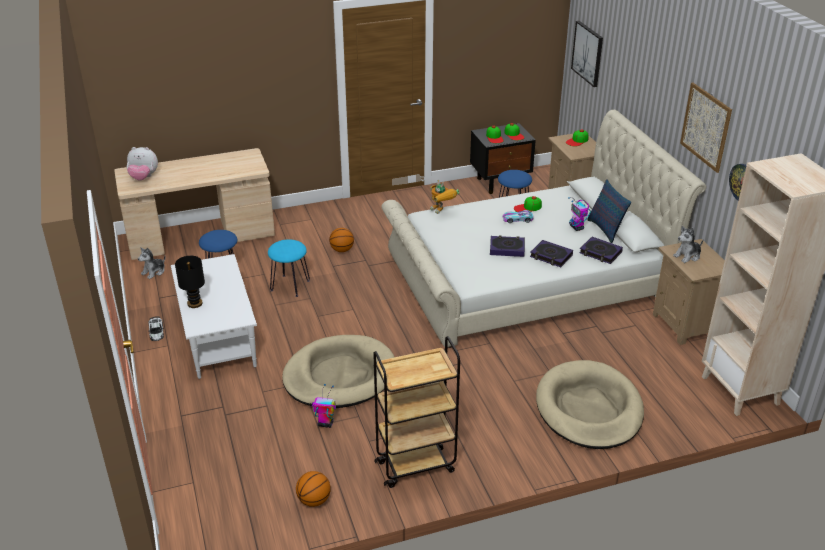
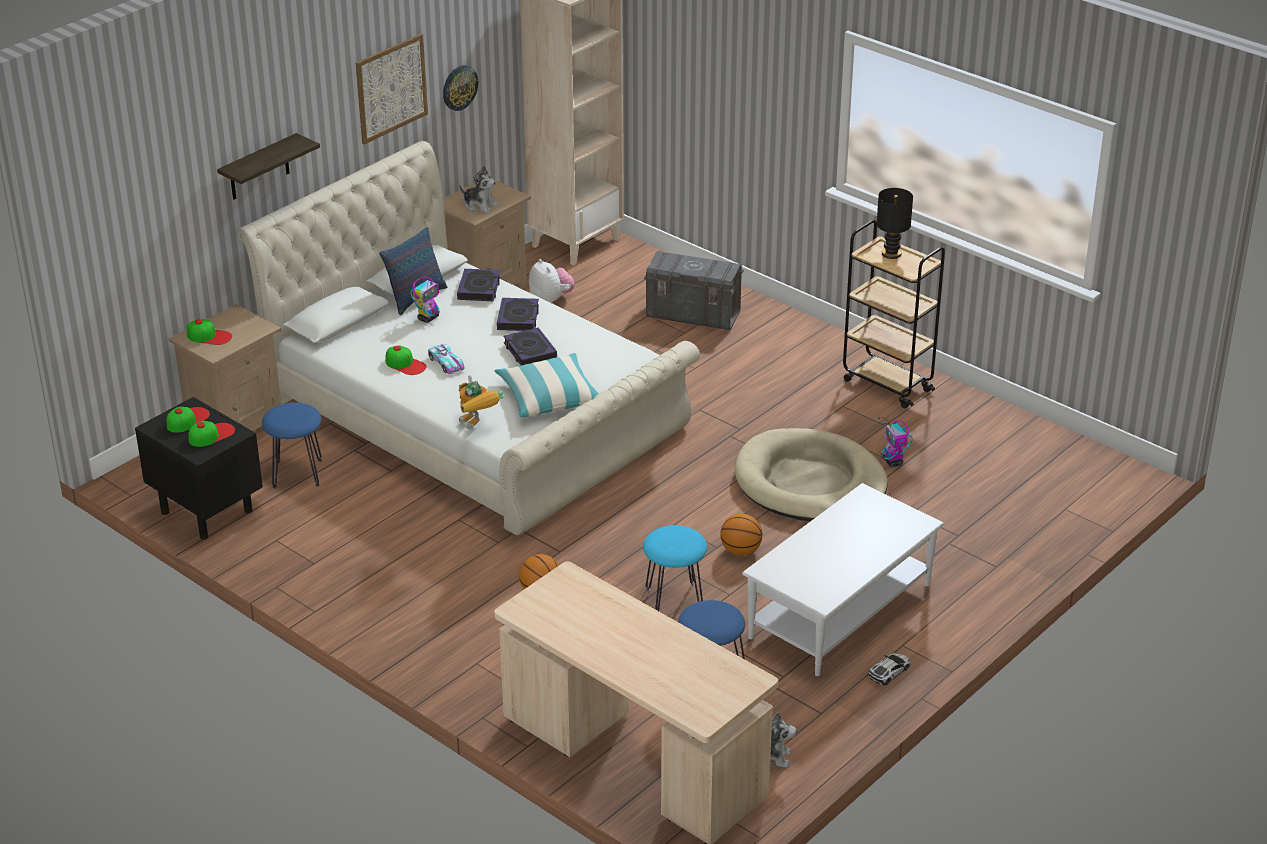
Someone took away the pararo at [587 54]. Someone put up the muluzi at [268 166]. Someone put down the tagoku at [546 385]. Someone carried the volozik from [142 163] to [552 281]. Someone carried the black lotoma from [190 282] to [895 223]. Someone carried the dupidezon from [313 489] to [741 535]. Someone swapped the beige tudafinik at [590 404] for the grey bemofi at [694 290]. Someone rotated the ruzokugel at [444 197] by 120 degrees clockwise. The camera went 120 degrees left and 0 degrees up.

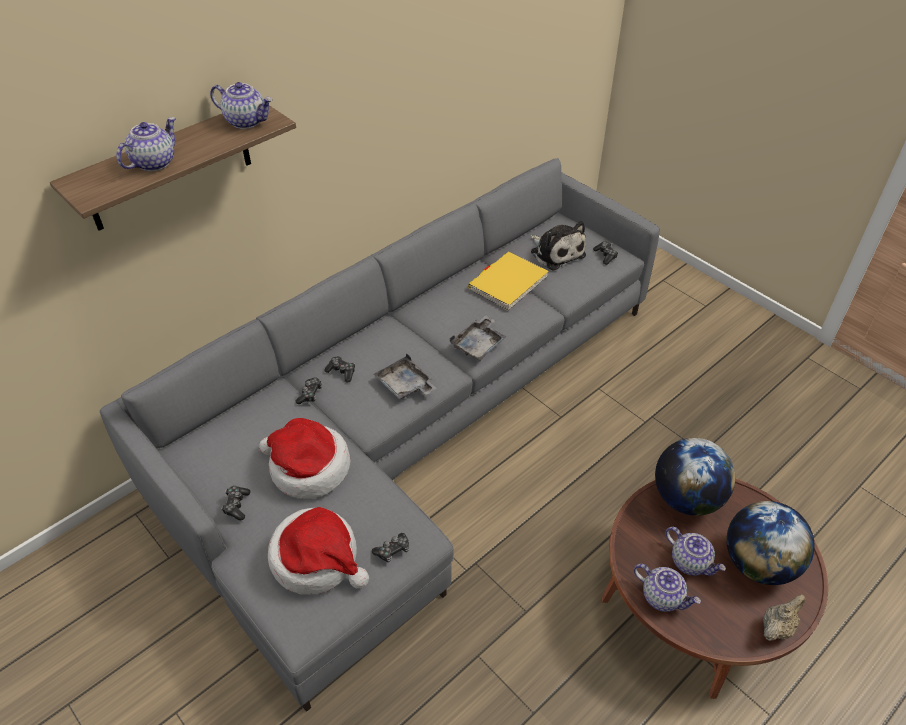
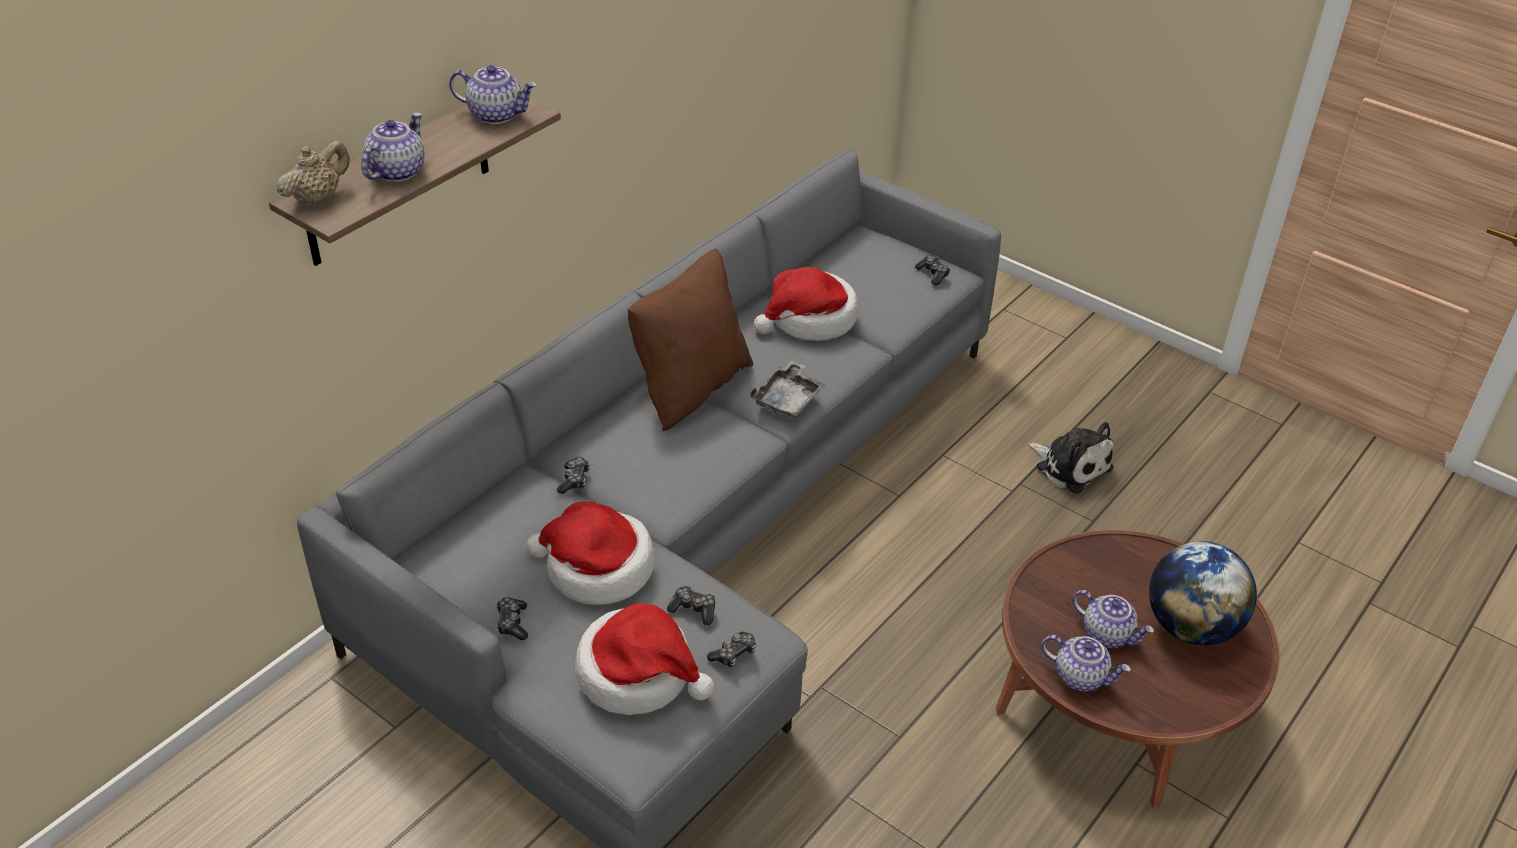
Someone took away the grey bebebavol at [405 376]. Someone took away the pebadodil at [695 477]. Someone put down the brown tagoku at [690 340]. Someone carried the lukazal from [339 369] to [691 605]. Someone carried the volozik from [558 246] to [1071 458]. Someone carried the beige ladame from [784 617] to [313 173]. Someone swapped the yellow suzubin at [508 281] for the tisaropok at [806 304]. The camera went 10 degrees left and 5 degrees down.

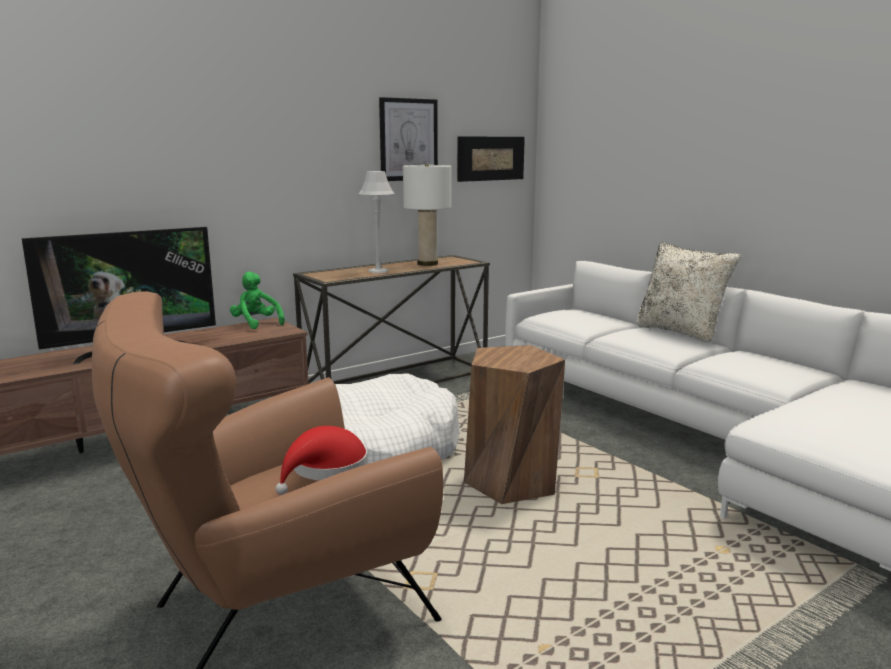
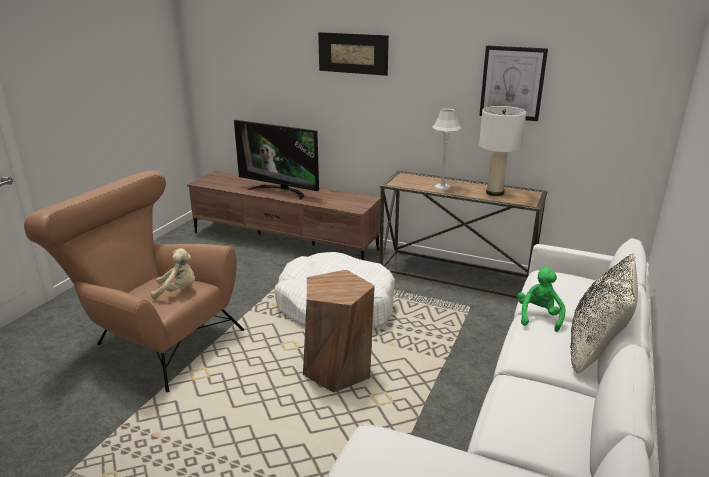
Someone carried the green volozik from [257 300] to [541 299]. Someone carried the pararo from [491 159] to [353 54]. Someone swapped the red tisaropok at [321 460] for the beige volozik at [173 274]. The camera went 60 degrees right and 10 degrees up.

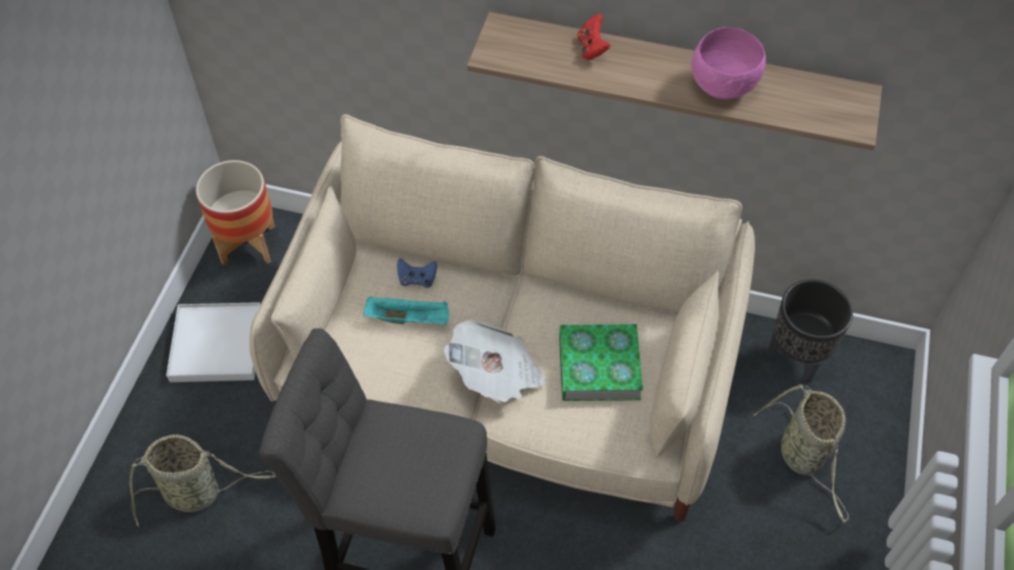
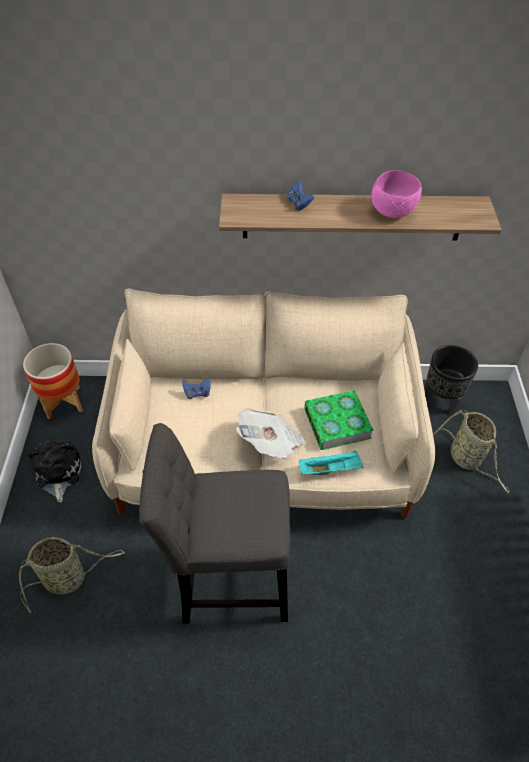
Someone carried the turquoise bebebavol from [406 310] to [331 463]. Someone swapped the white bebebavol at [213 342] for the volozik at [54 471]. Someone repainted the red lukazal at [594 37], which became the blue lukazal at [300 195]. The camera went 15 degrees left and 5 degrees down.

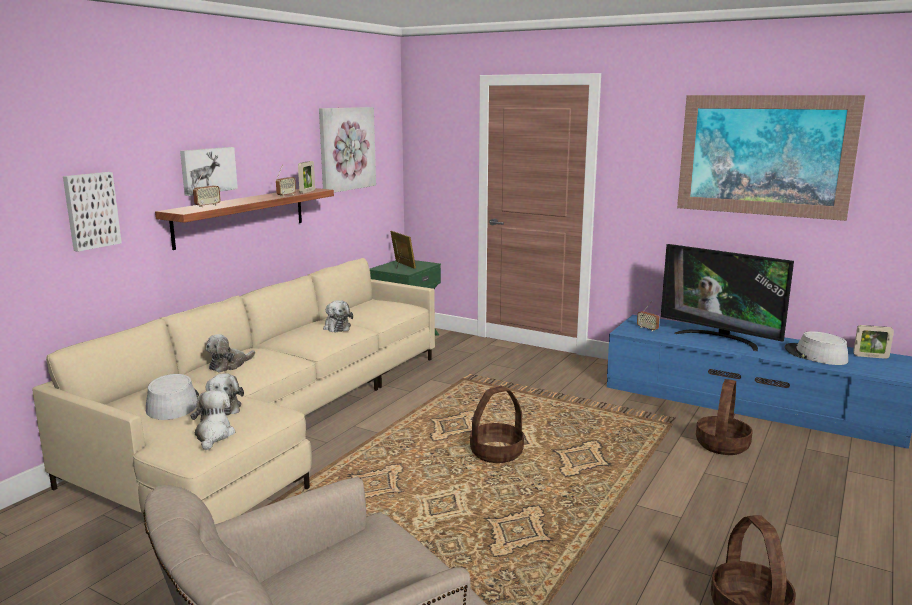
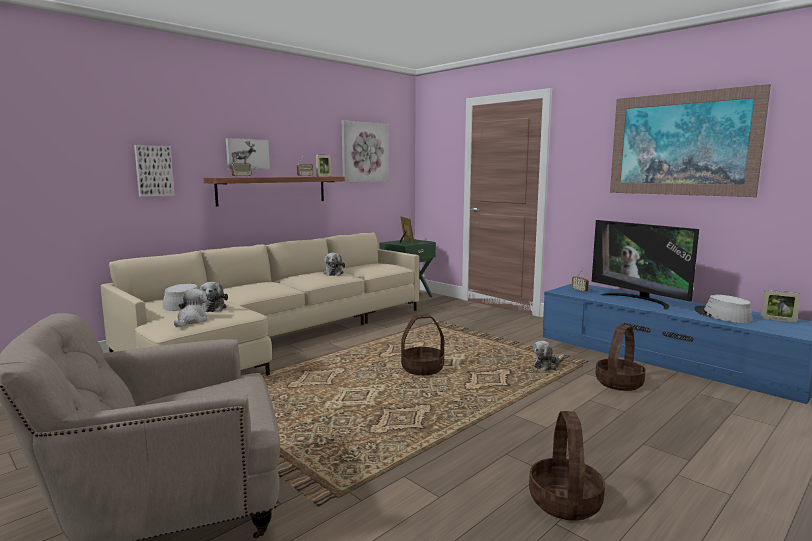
Someone carried the volozik from [230 353] to [548 356]. The camera went 15 degrees right and 5 degrees down.

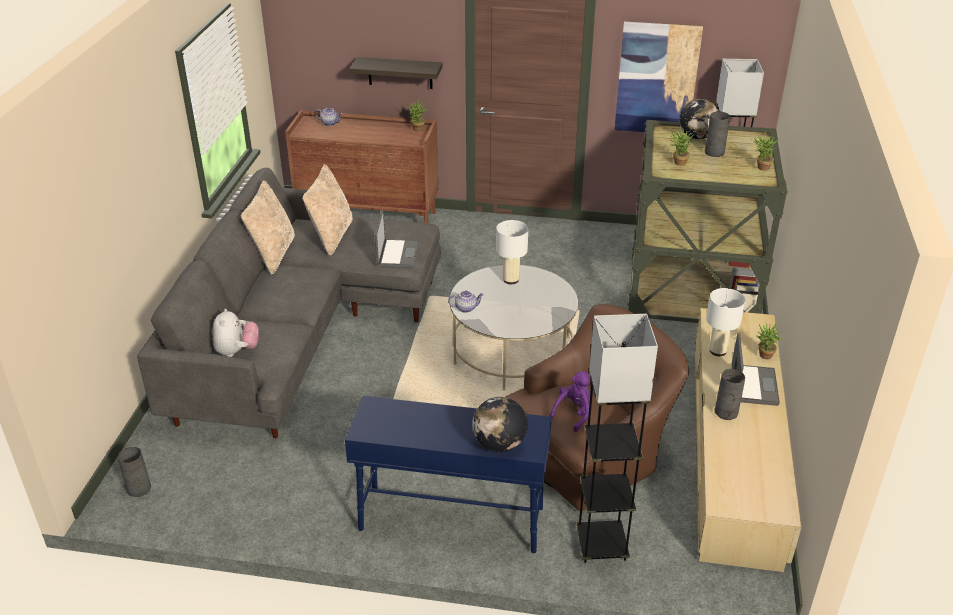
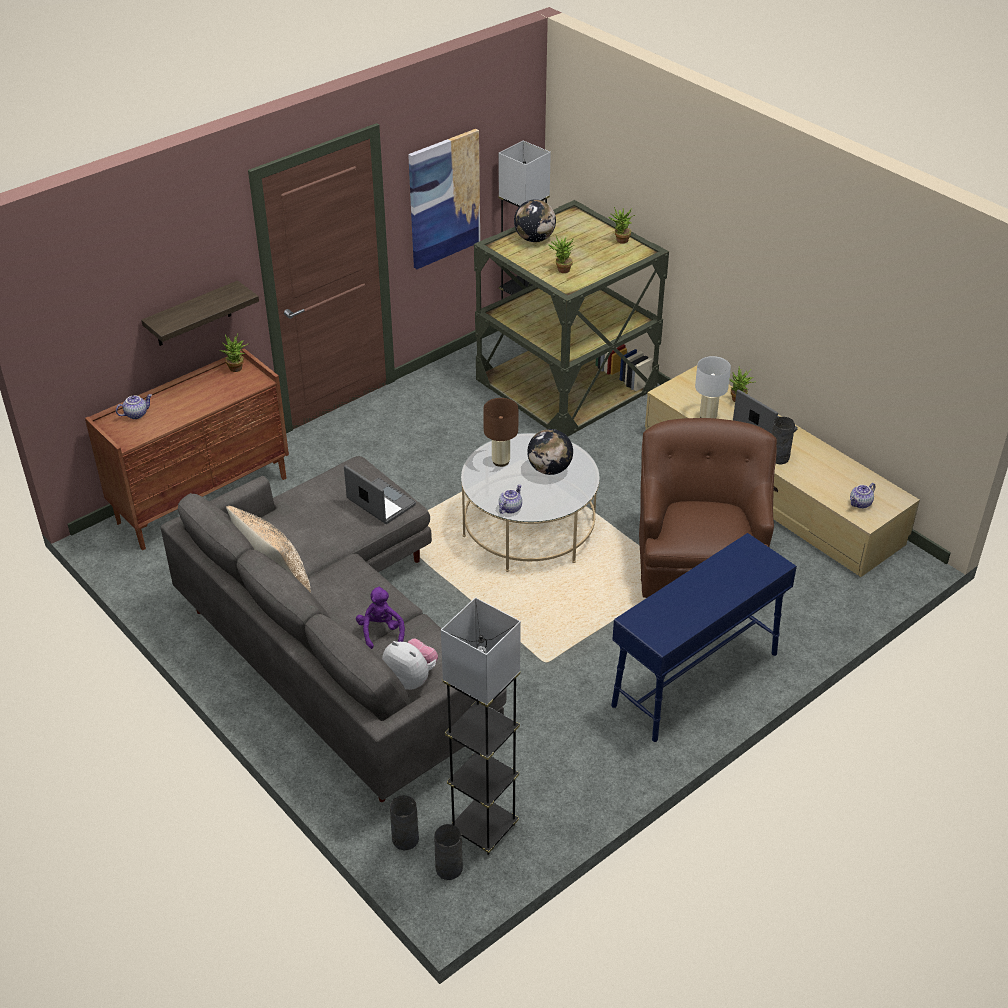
Someone took away the beige tagoku at [328 209]. Someone put down the ladame at [862 496]. Someone carried the pebadodil from [500 424] to [550 452]. Someone carried the purple volozik from [570 401] to [380 617]. Someone carried the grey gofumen from [617 438] to [481 726]. Someone carried the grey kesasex from [717 134] to [404 822]. Someone repainted the white lotoma at [512 252], which became the brown lotoma at [500 432]. The camera went 50 degrees left and 5 degrees up.

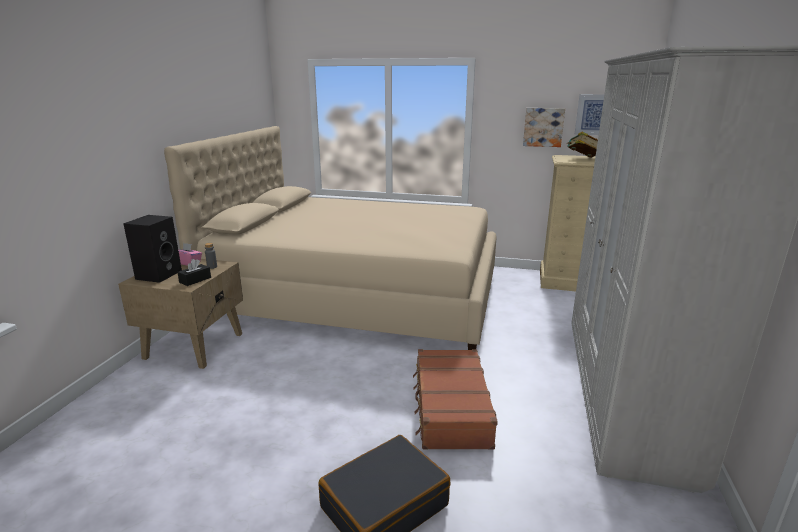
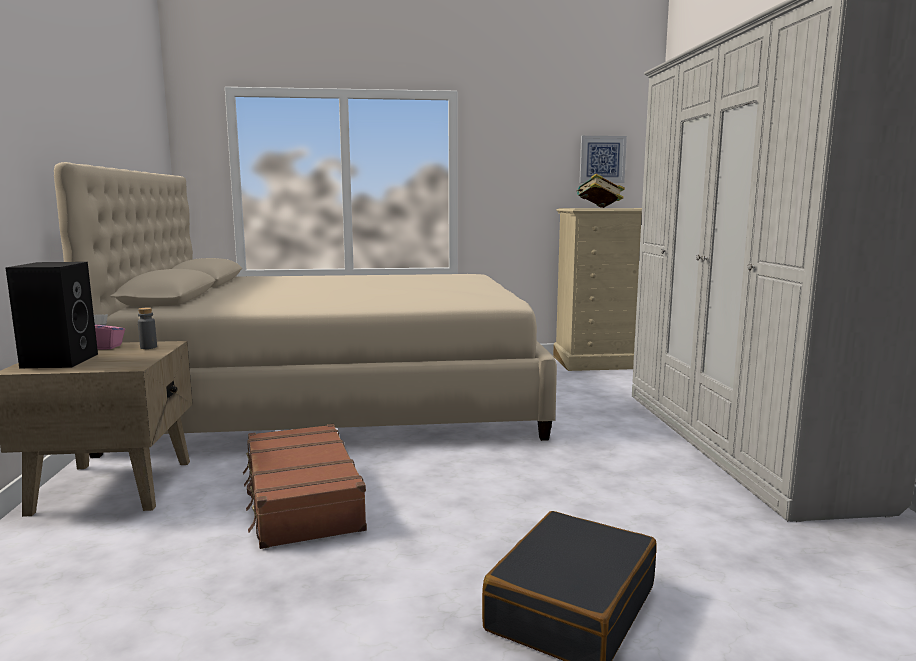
Someone took away the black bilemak at [194 272]. Someone took away the pararo at [544 127]. Someone carried the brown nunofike from [455 399] to [305 486]. The camera went 20 degrees left and 10 degrees down.

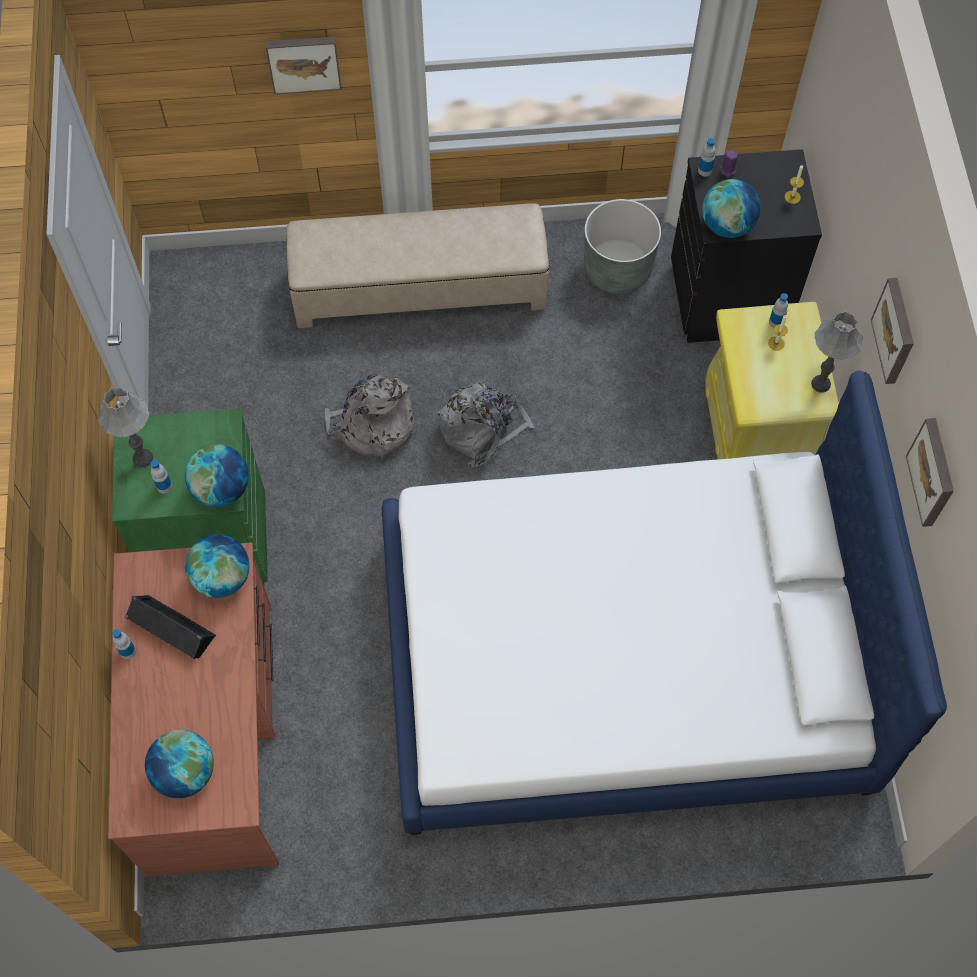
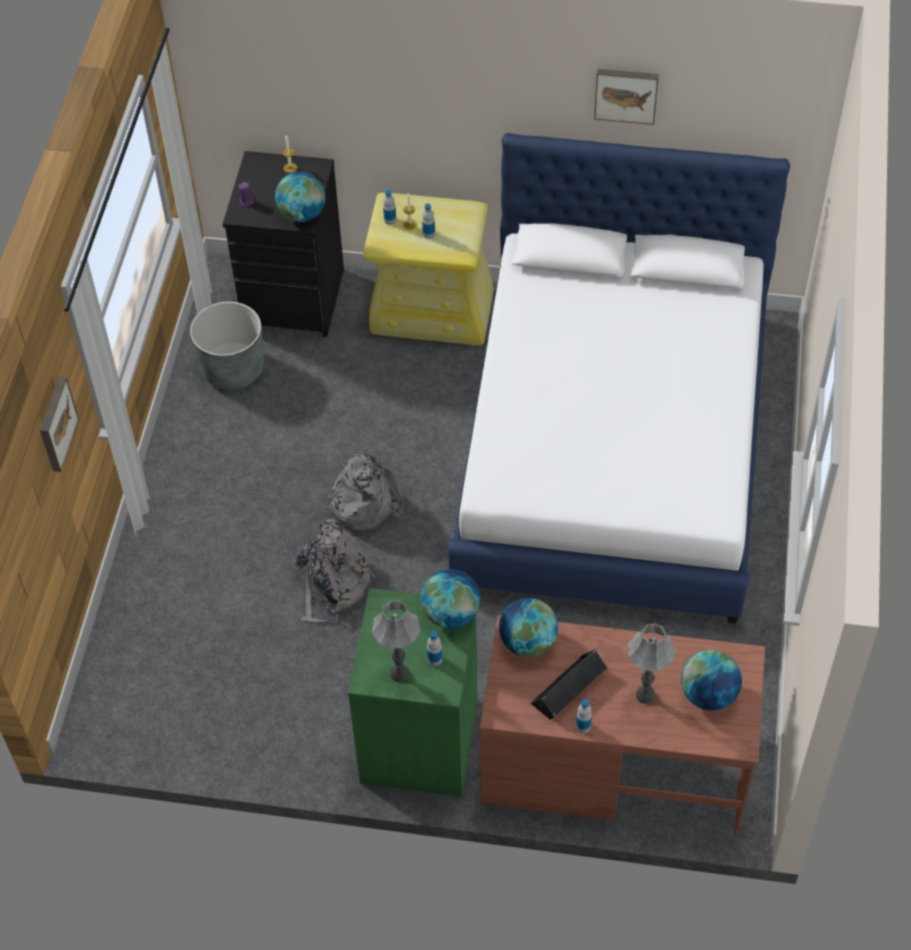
Someone took away the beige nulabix at [417 265]. Someone took away the pararo at [892 331]. Someone carried the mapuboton from [707 157] to [428 221]. Someone carried the grey lotoma from [837 352] to [652 663]. The camera went 75 degrees left and 10 degrees down.

